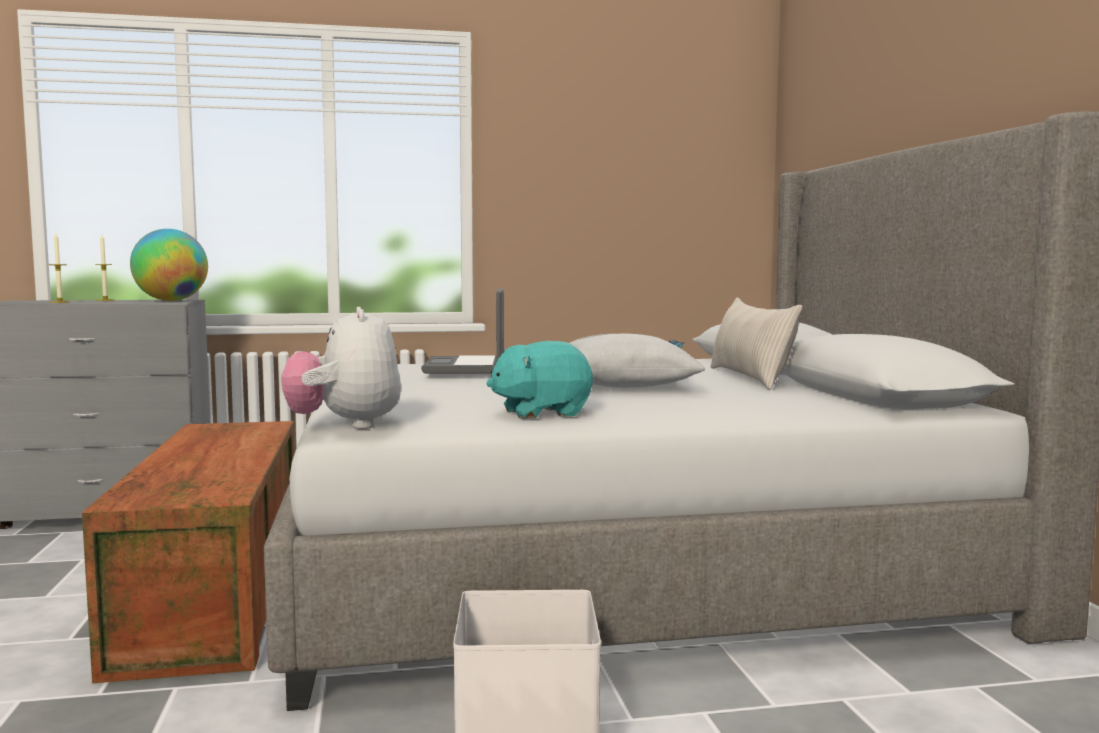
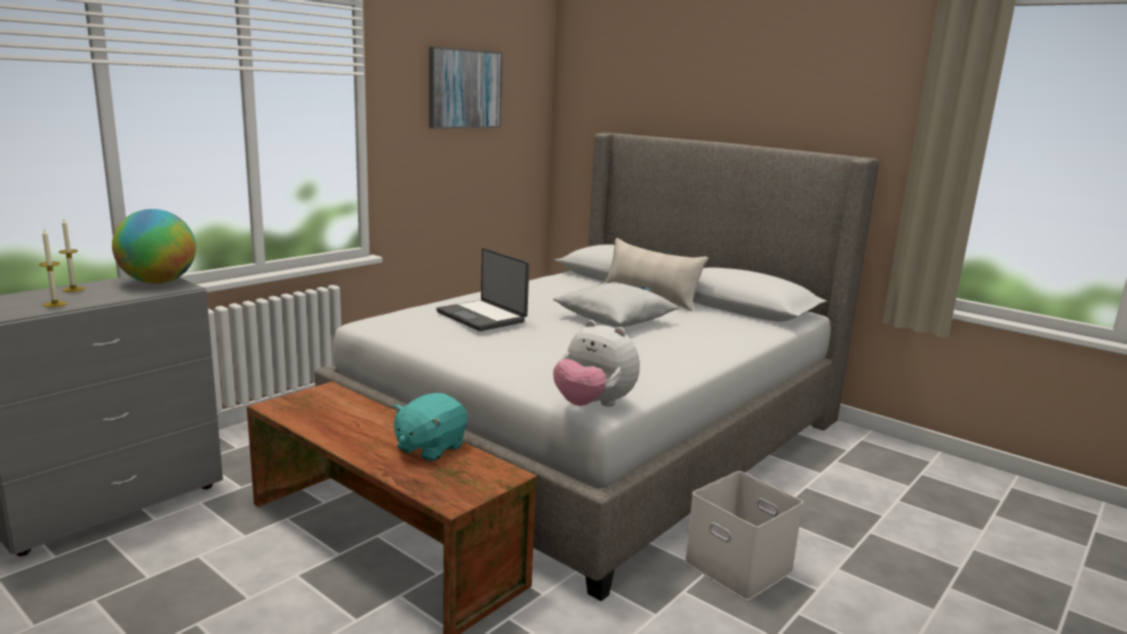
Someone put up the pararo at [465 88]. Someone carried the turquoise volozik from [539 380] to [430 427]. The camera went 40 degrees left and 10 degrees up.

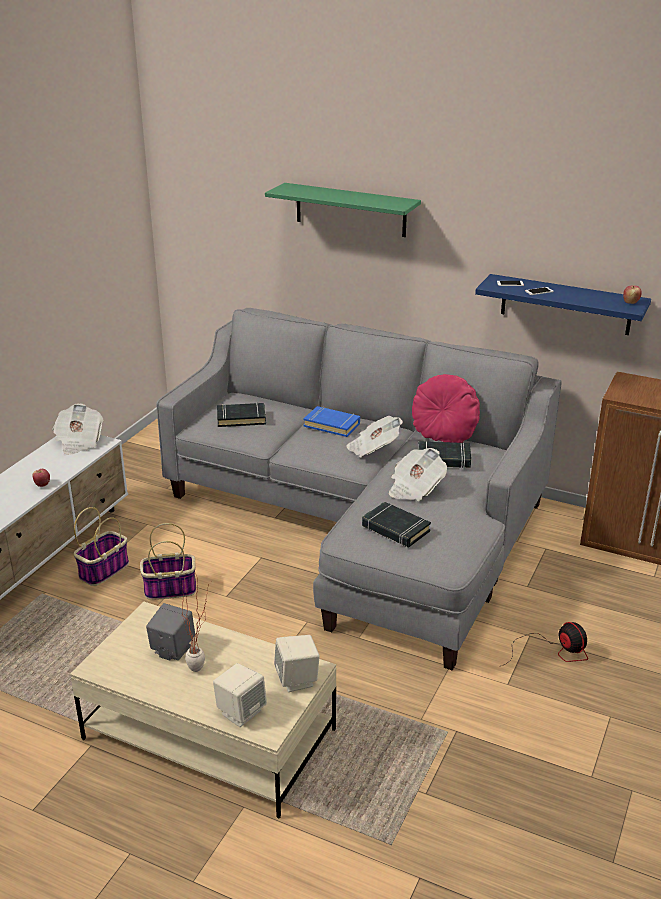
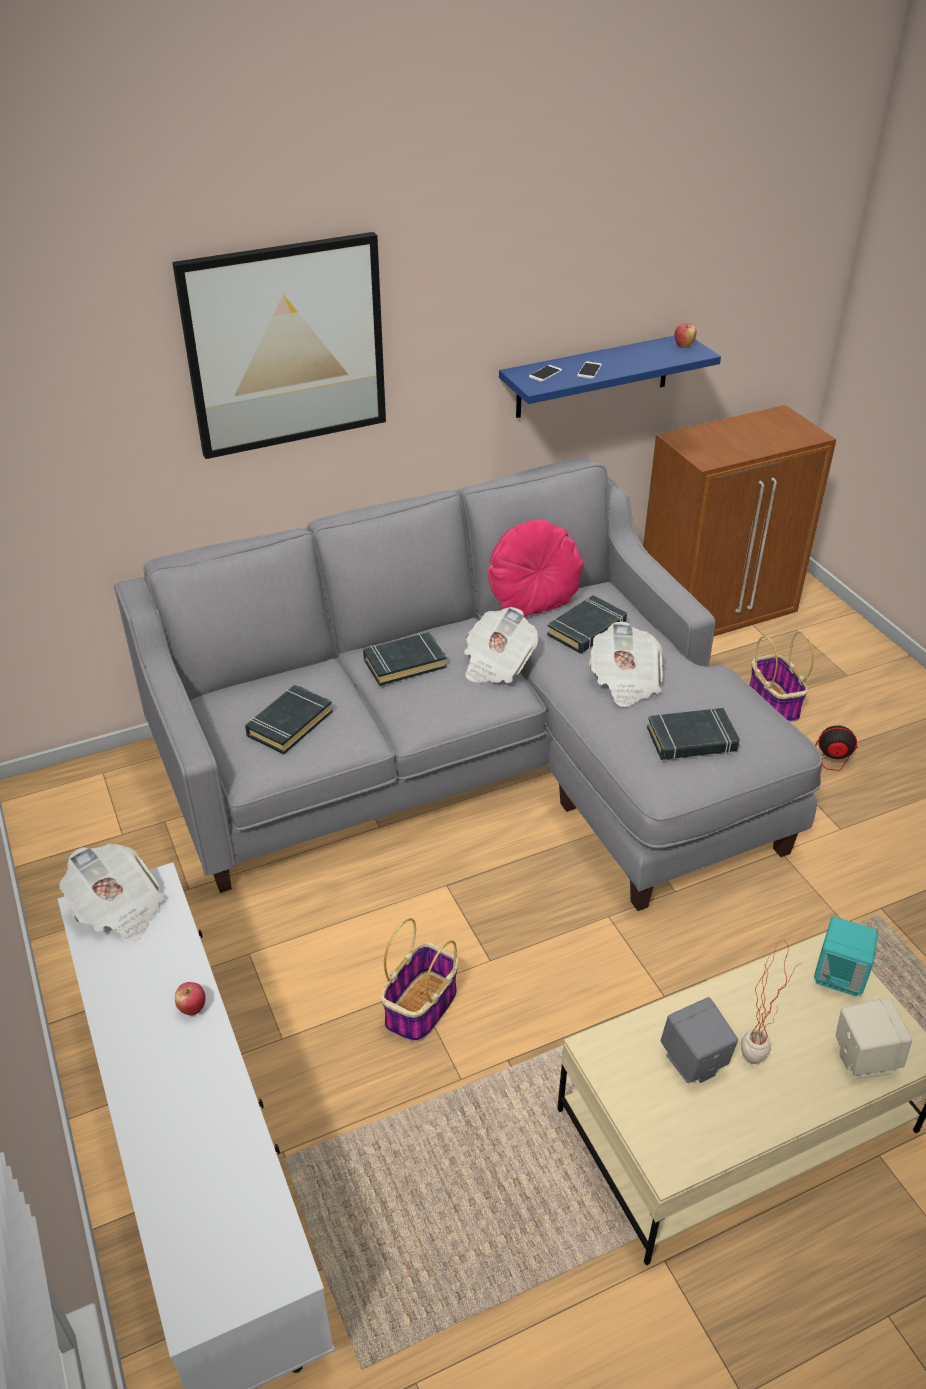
Someone carried the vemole from [101 546] to [782 677]. Someone swapped the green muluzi at [343 210] for the pararo at [279 345]. Someone repainted the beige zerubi at [297 663], which became the turquoise zerubi at [846 956]. Someone repainted the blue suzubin at [331 421], which became the black suzubin at [405 659]. The camera went 50 degrees left and 10 degrees up.

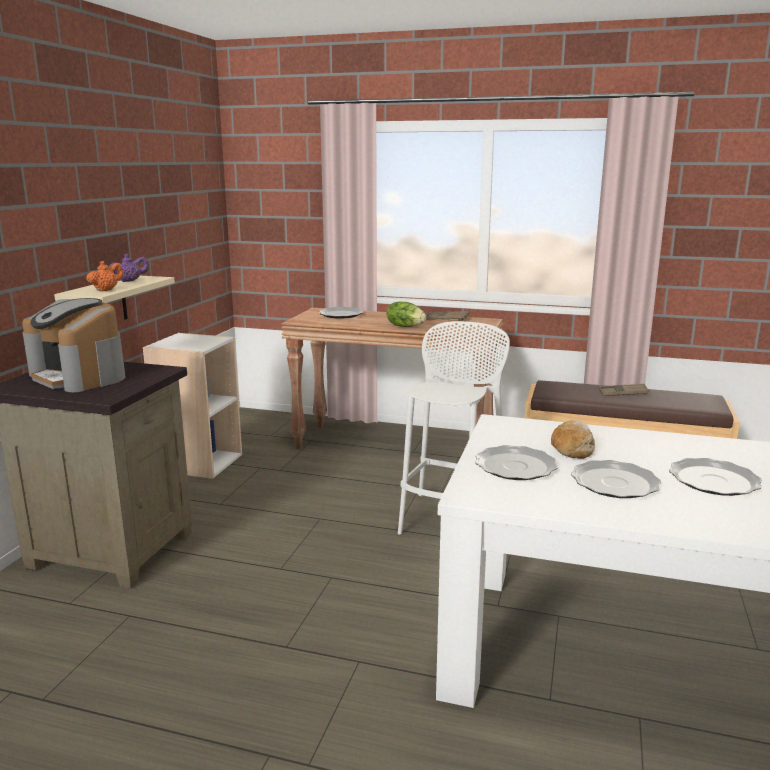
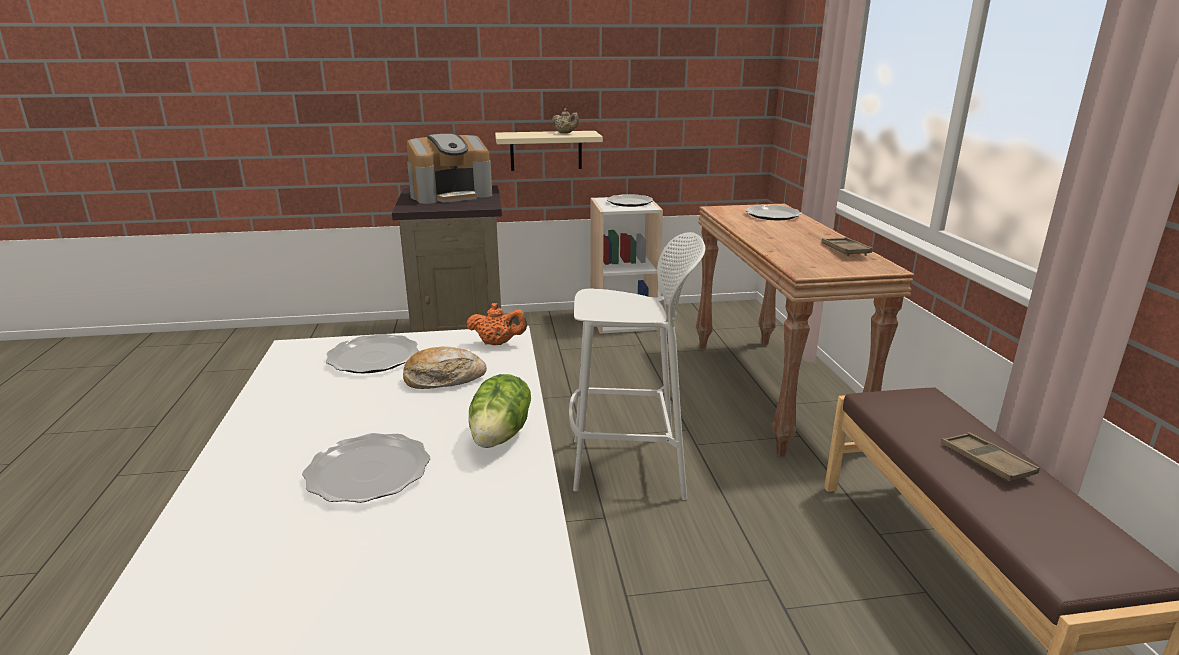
Someone carried the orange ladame from [104 276] to [497 324]. Someone carried the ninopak from [406 314] to [500 411]. Someone carried the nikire from [616 479] to [630 200]. Someone repainted the purple ladame at [129 268], which became the beige ladame at [565 120]. Someone rotated the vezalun at [73 345] by 135 degrees counterclockwise. The camera went 65 degrees right and 5 degrees up.

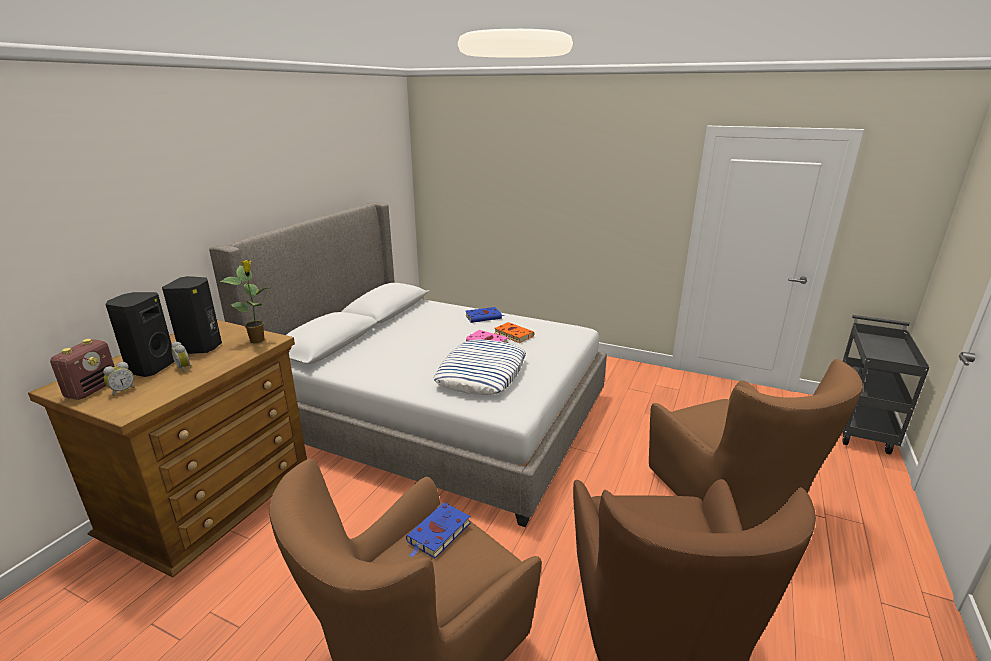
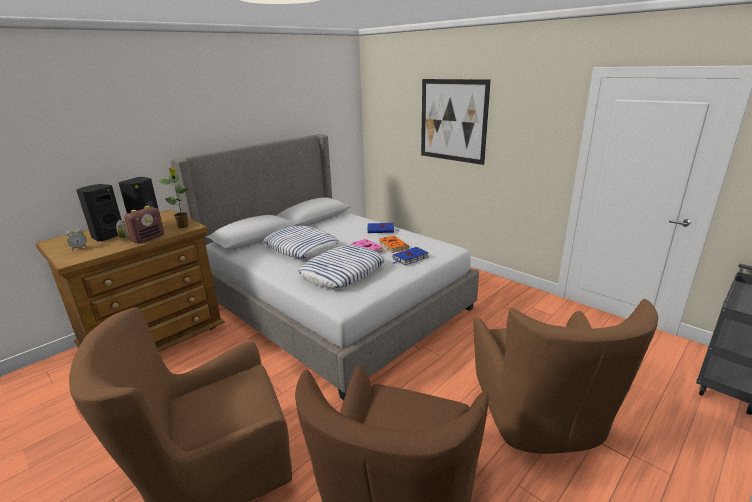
Someone put down the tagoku at [301 242]. Someone put up the pararo at [456 122]. Someone carried the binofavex from [82 369] to [144 224]. Someone carried the blue suzubin from [438 530] to [410 256]. The camera went 20 degrees right and 0 degrees up.

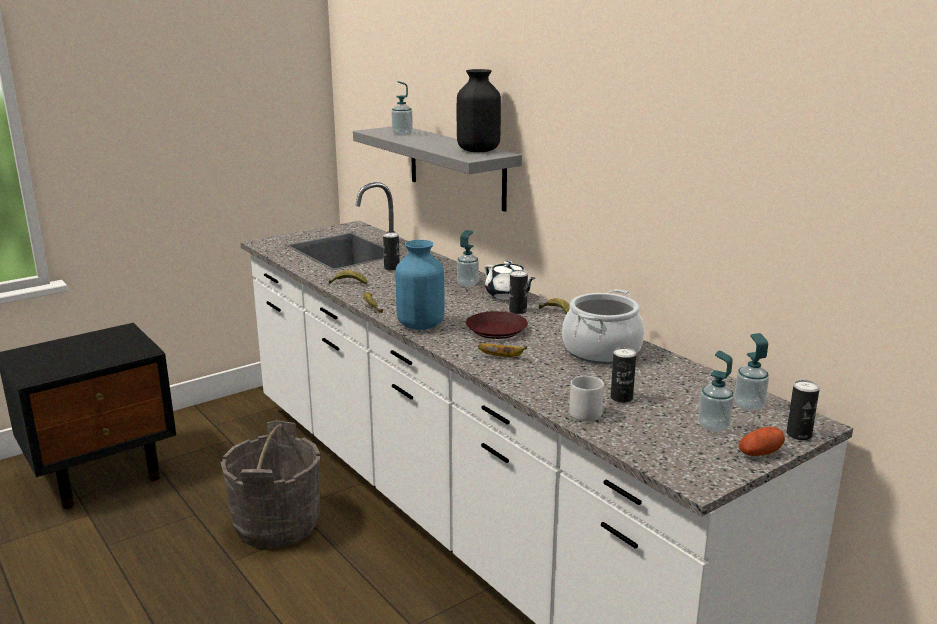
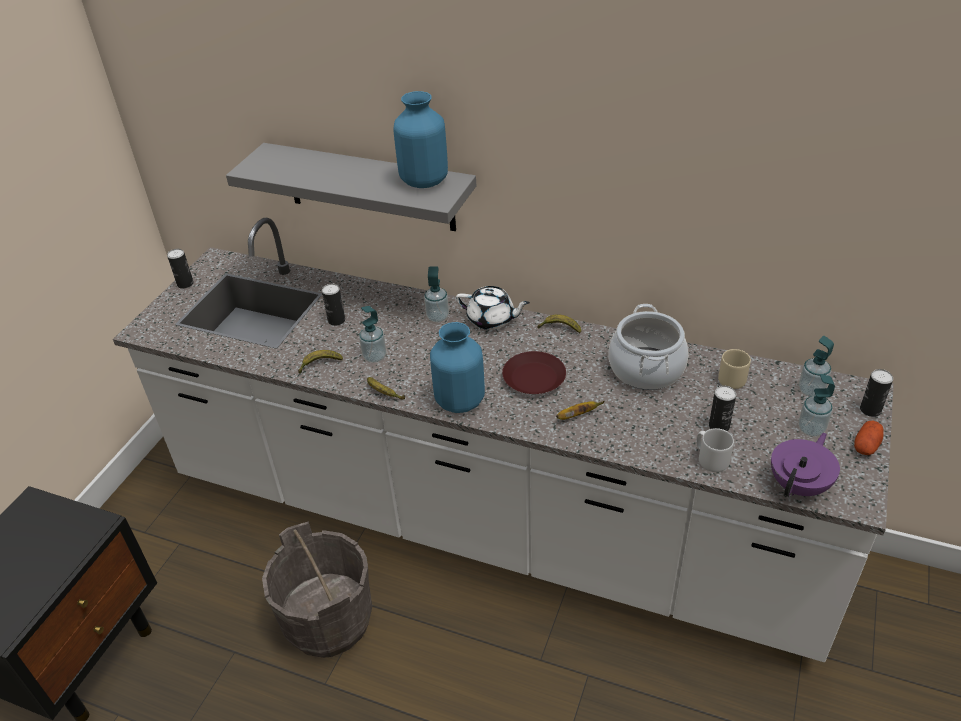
Someone put down the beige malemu at [734 369]. Someone put down the purple ladame at [805 465]. Someone carried the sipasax from [402 108] to [372 334]. Someone carried the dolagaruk from [518 292] to [180 269]. Someone repainted the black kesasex at [479 110], which became the blue kesasex at [420 139]. The camera went 30 degrees left and 20 degrees up.

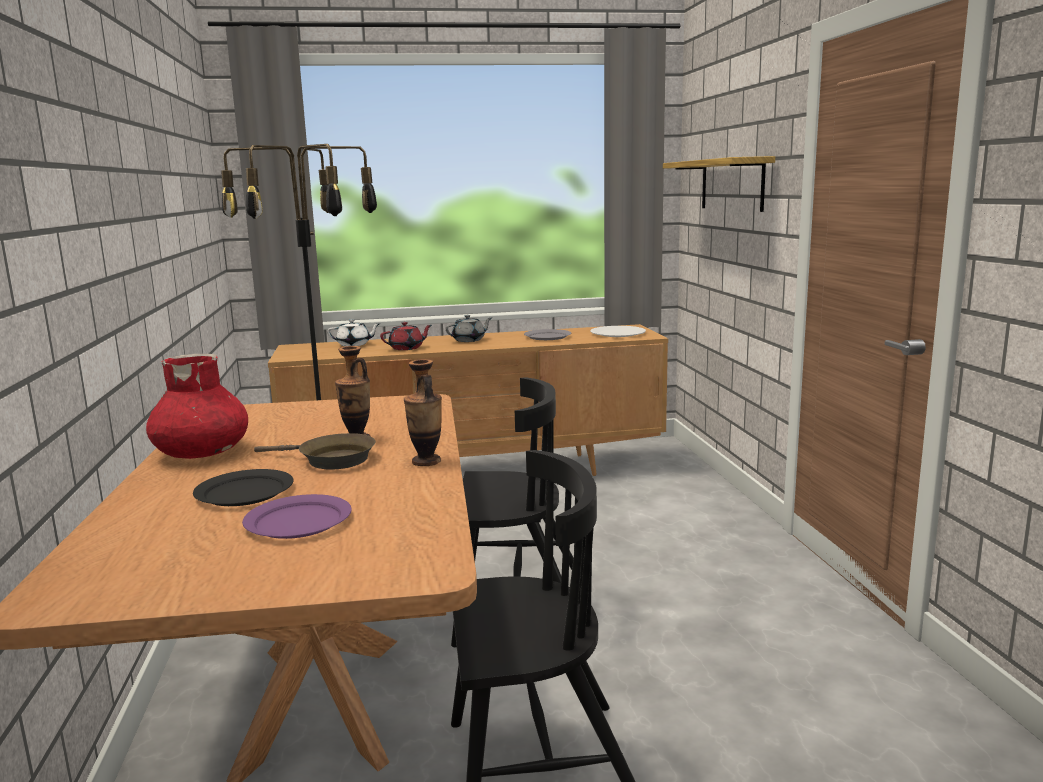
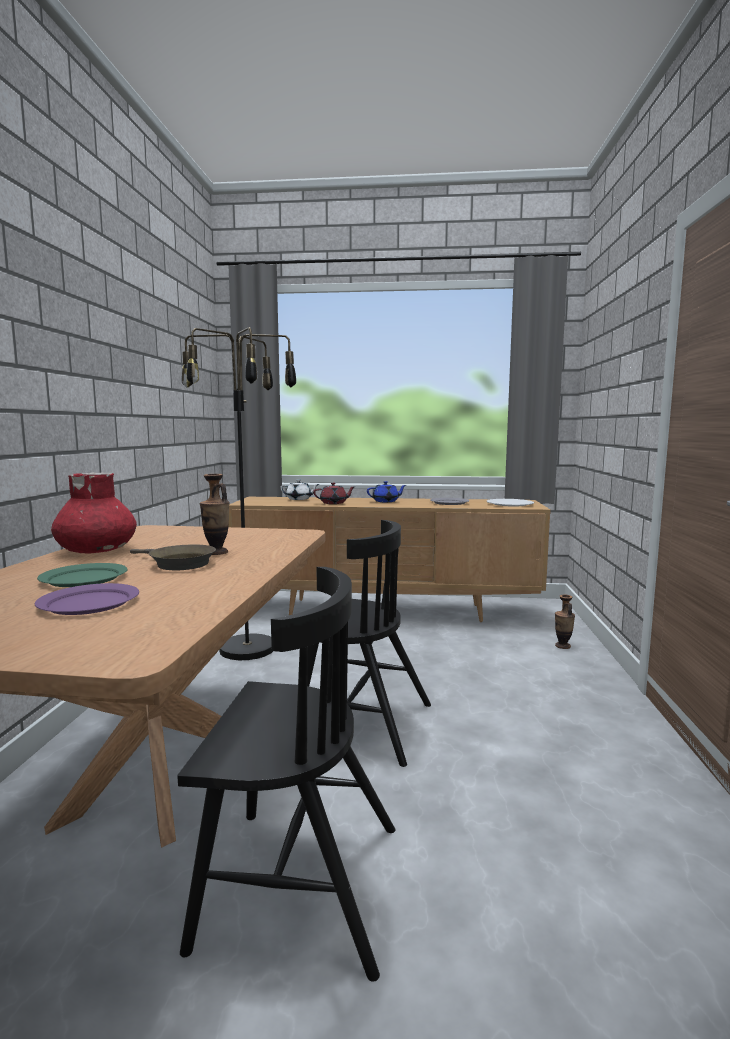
Someone took away the muluzi at [719 184]. Someone carried the kesasex from [423 412] to [565 622]. Someone repainted the black nikire at [243 487], which became the green nikire at [82 575]. Someone repainted the grey ladame at [468 328], which became the blue ladame at [386 491]. The camera went 15 degrees right and 5 degrees down.

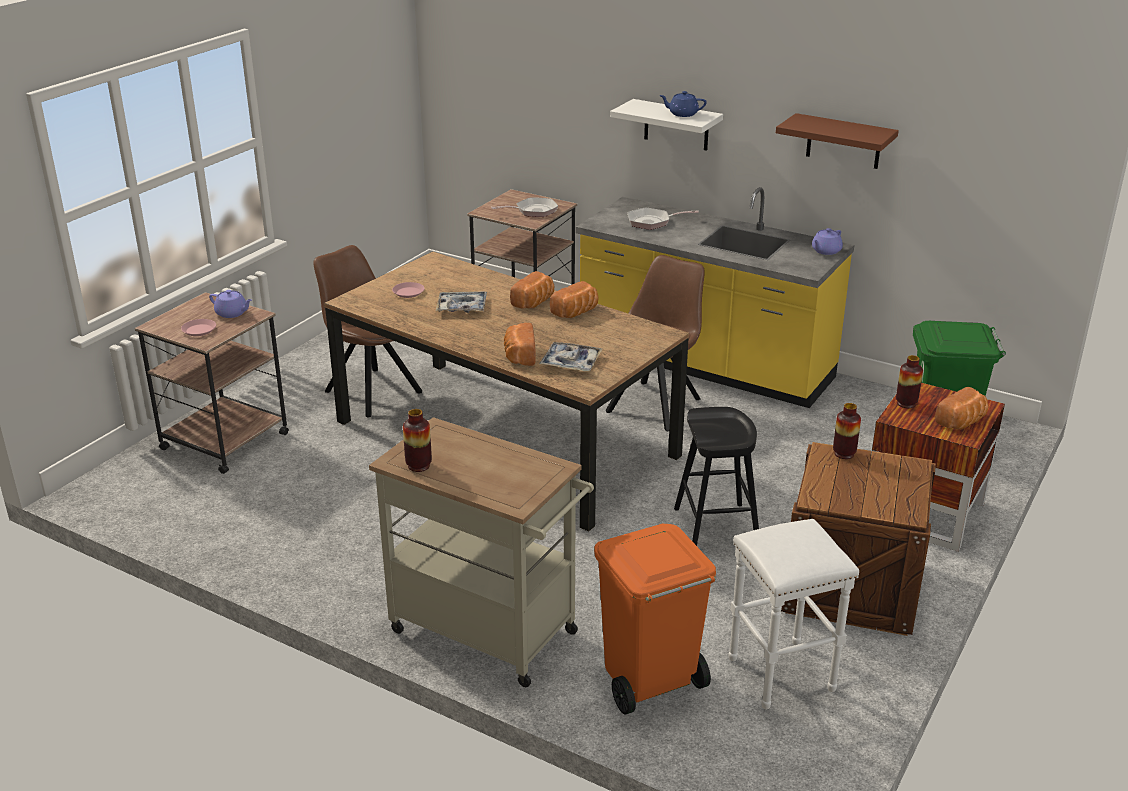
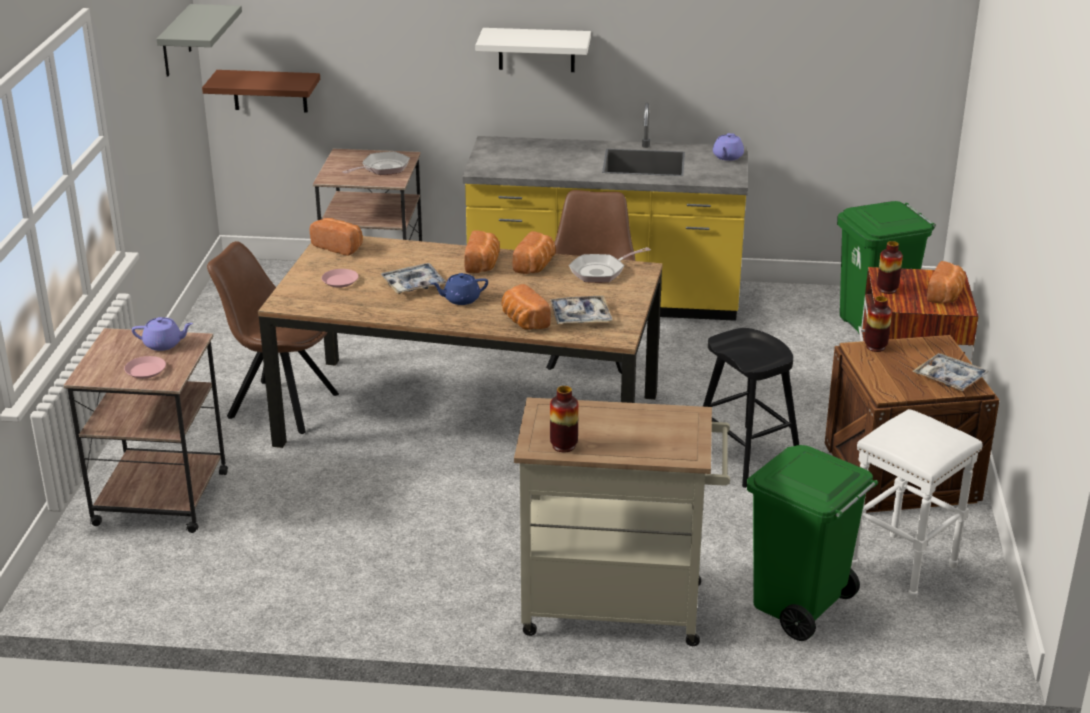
Someone put up the grey muluzi at [199 40]. Someone put down the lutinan at [336 237]. Someone put down the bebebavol at [950 372]. Someone carried the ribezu from [663 218] to [610 265]. Someone carried the blue ladame from [683 104] to [459 289]. Someone carried the brown muluzi from [837 141] to [261 91]. Someone repainted the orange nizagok at [655 619], which became the green nizagok at [812 543]. The camera went 25 degrees left and 0 degrees up.

